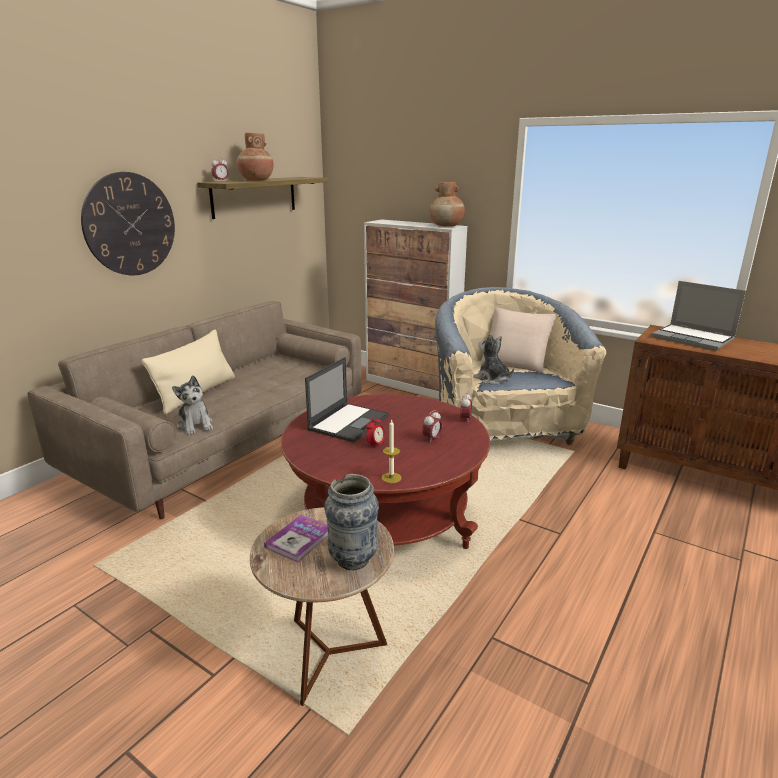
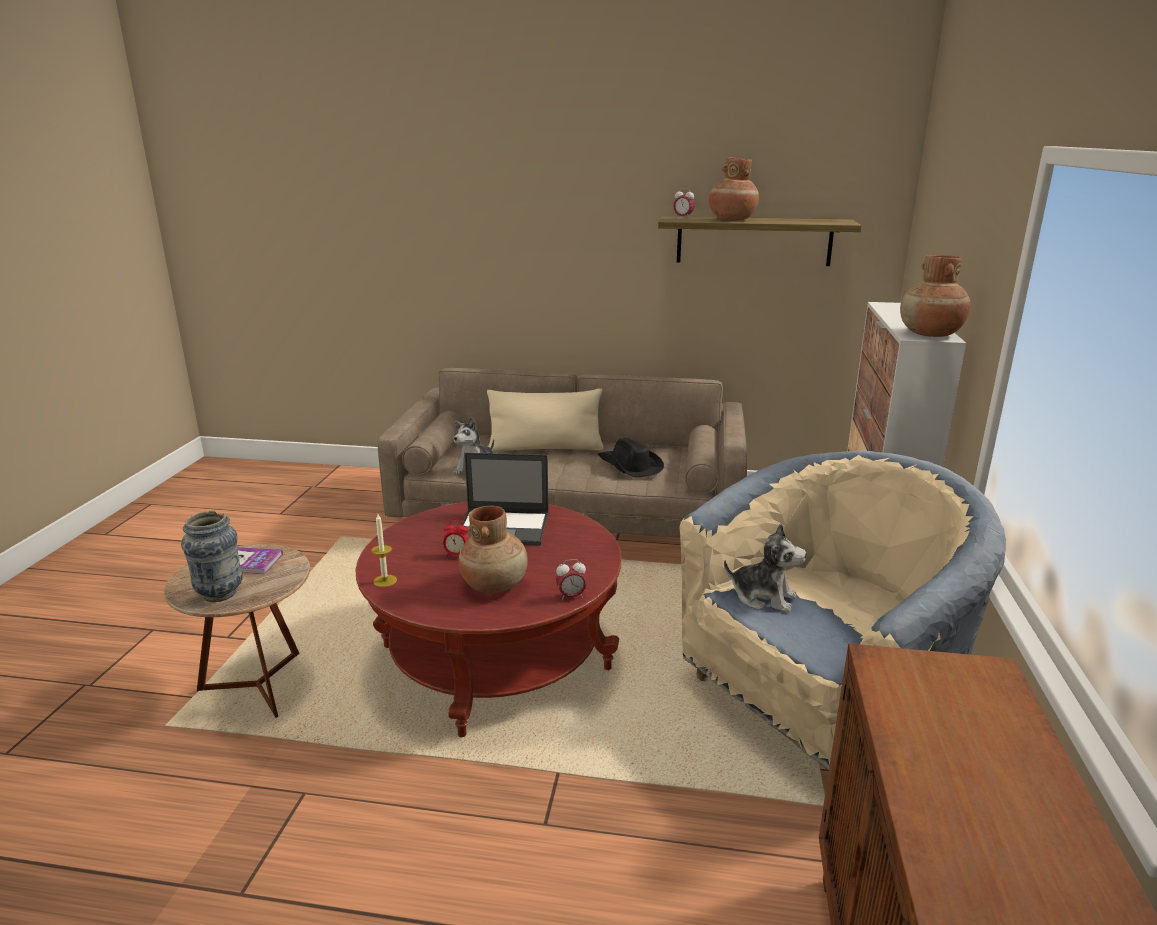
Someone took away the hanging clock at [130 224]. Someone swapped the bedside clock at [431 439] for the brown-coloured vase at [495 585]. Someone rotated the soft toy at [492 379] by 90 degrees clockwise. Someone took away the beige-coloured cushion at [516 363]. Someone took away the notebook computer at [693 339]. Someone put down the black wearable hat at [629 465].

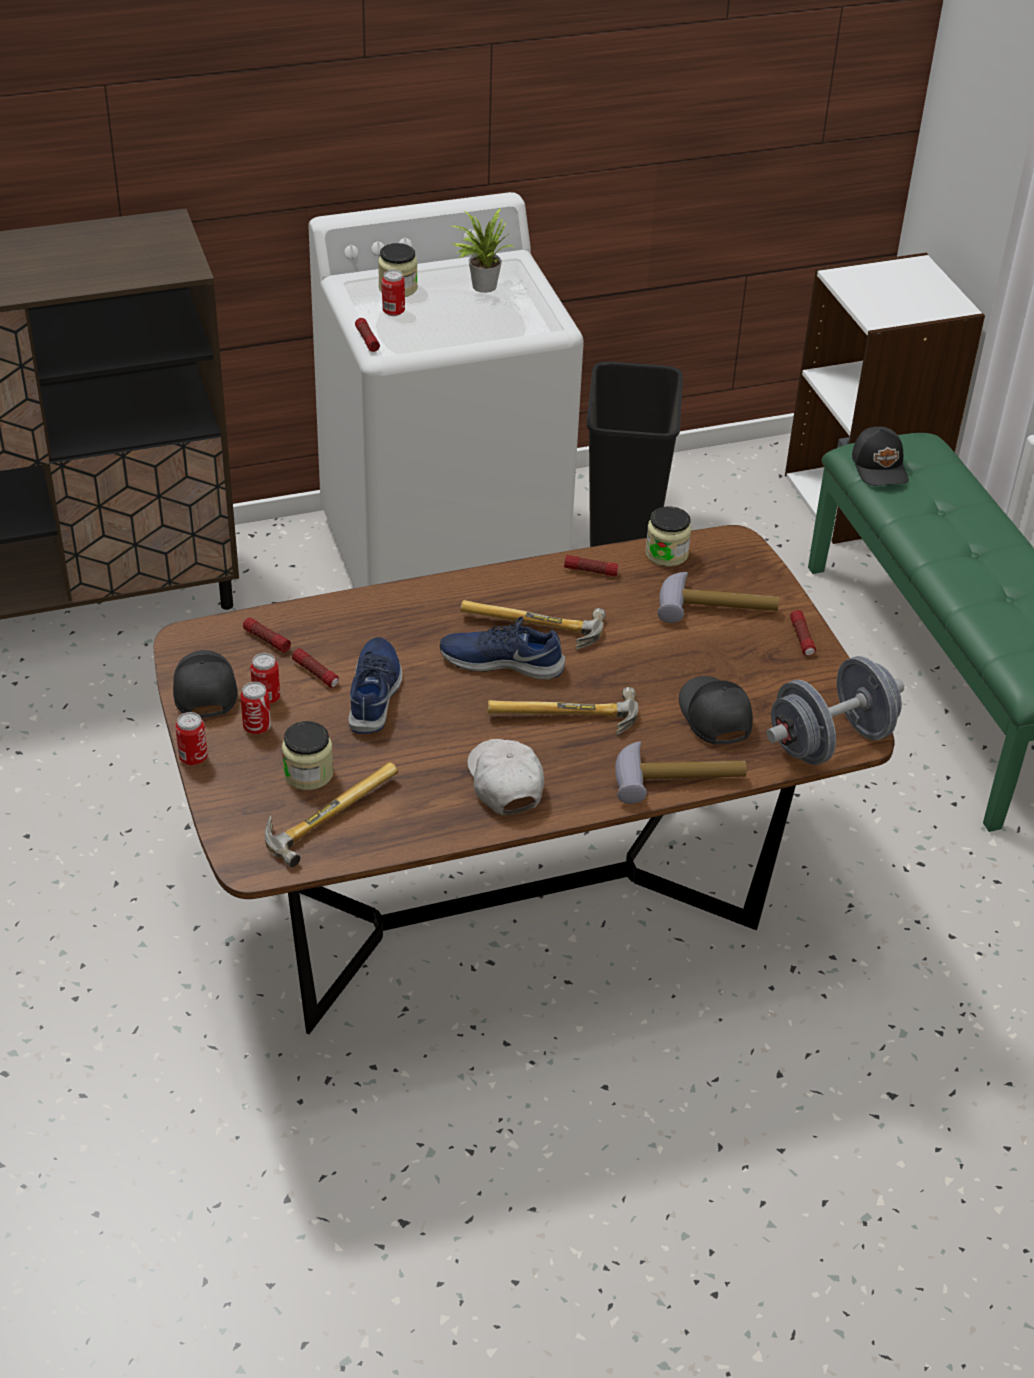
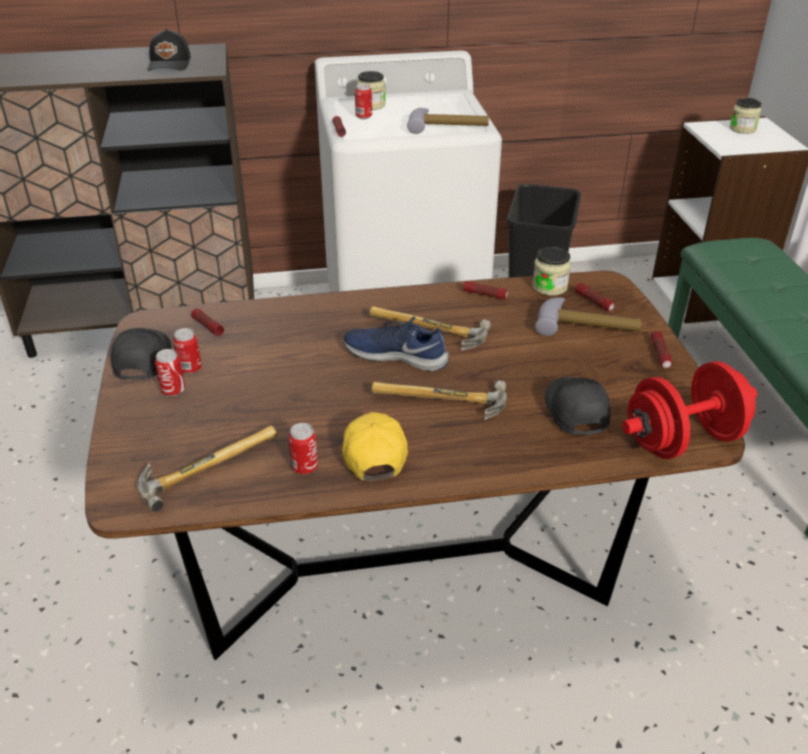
Someone carried the can from [193 758] to [305 467]. Someone carried the storage jar from [308 774] to [742 129]. Someone carried the torch from [316 673] to [594 302]. Someone took away the blue shoe at [375 693]. Someone took away the potted plant at [481 285]. Someone repainted the white-coloured baseball cap at [504 782], which became the yellow-coloured baseball cap at [373 452]. Someone carried the hammer from [678 777] to [448 126]. Someone repainted the greyish hand weight at [830 741], which became the reddish hand weight at [682 440]. Someone carried the black baseball cap from [880 467] to [170 64].

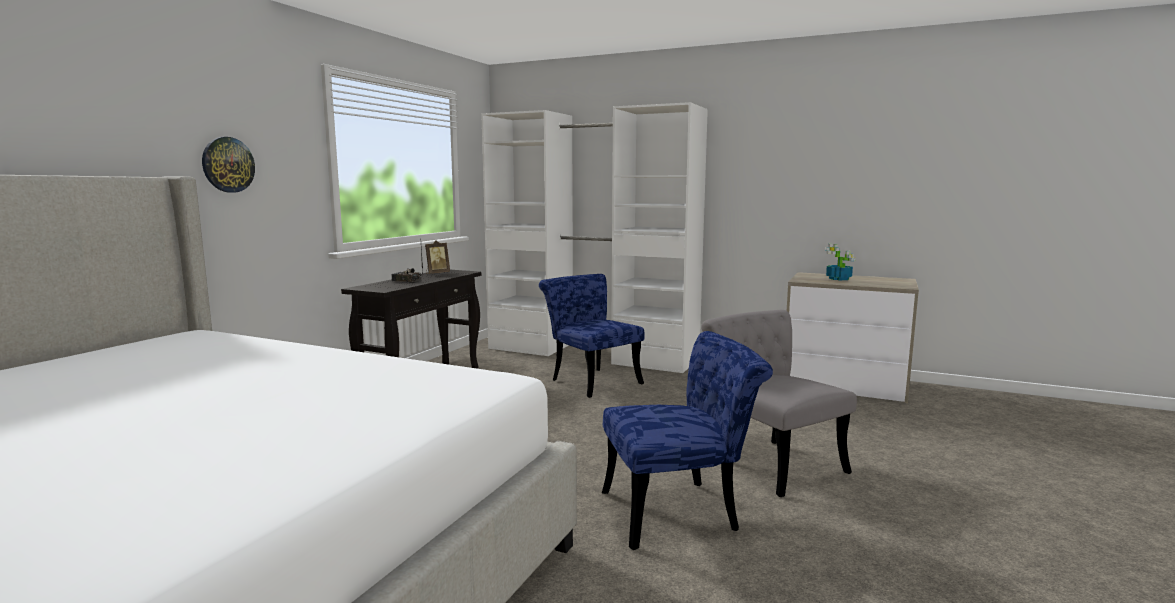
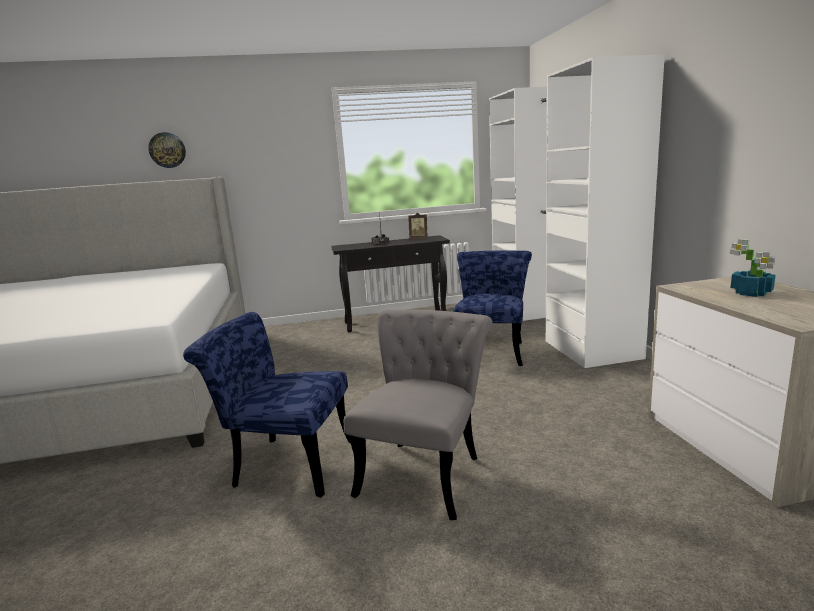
Someone carried the hanging clock from [228 164] to [167 150]. Someone rotated the blue chair at [680 511] by 150 degrees clockwise.

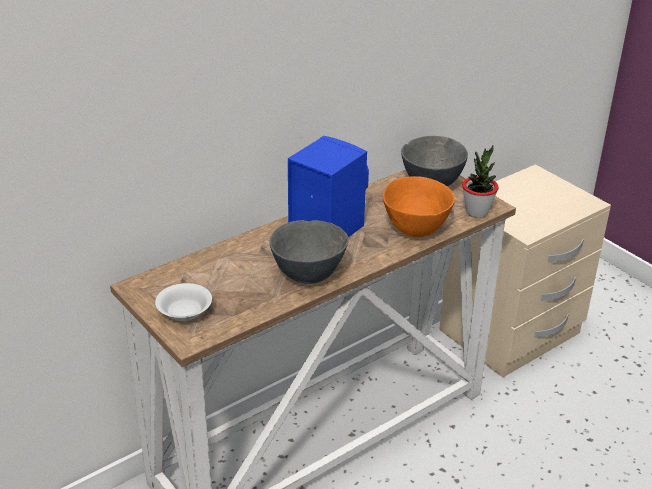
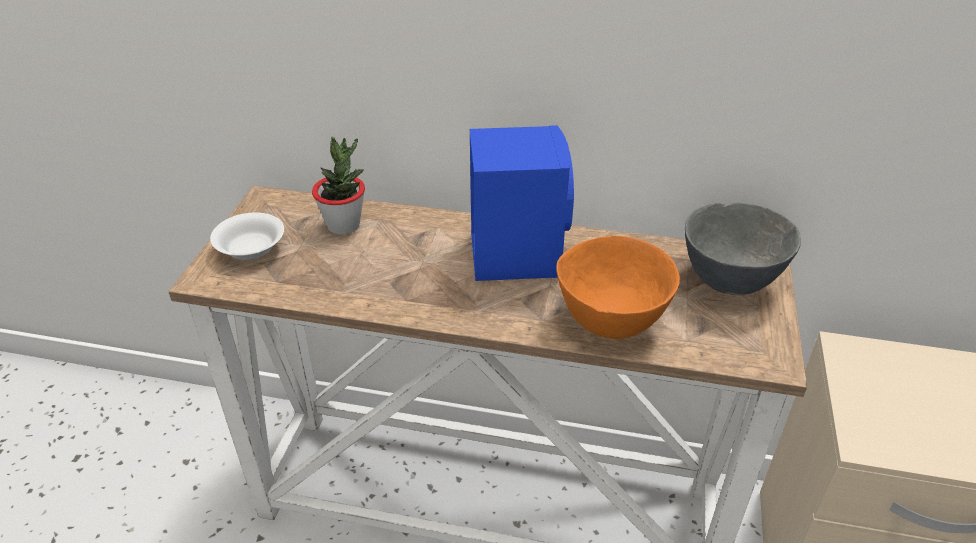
Someone took away the greyish bowl at [307 276]. Someone carried the potted plant from [477 211] to [344 225].

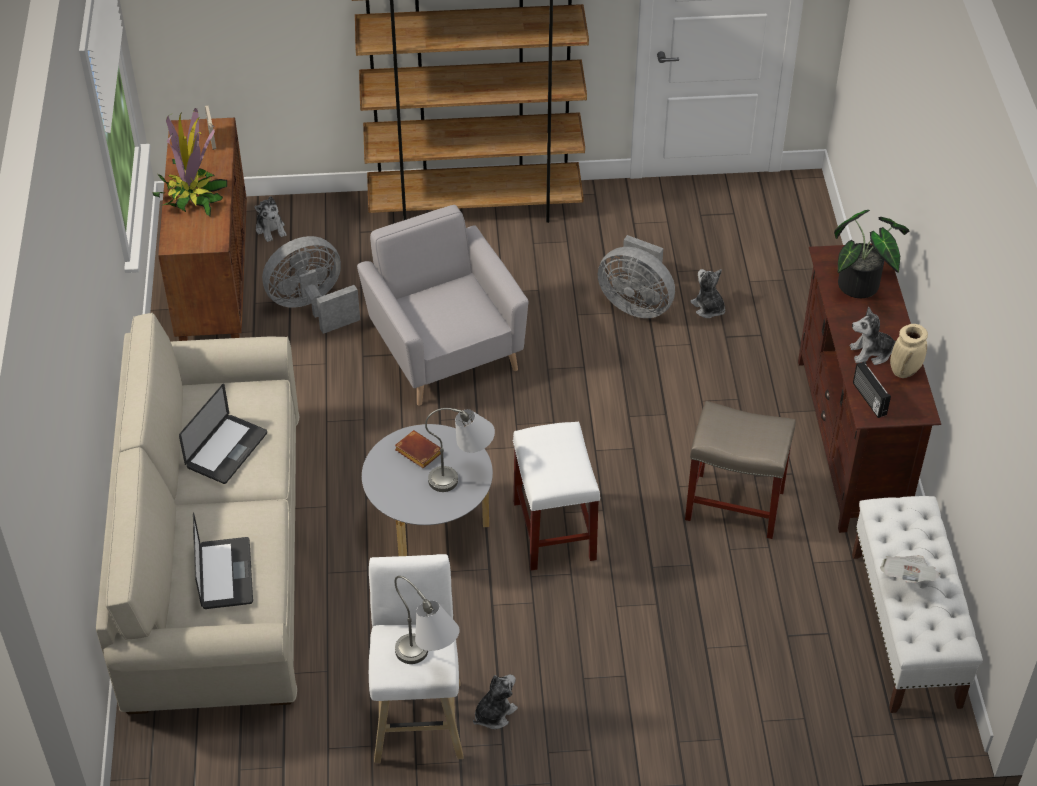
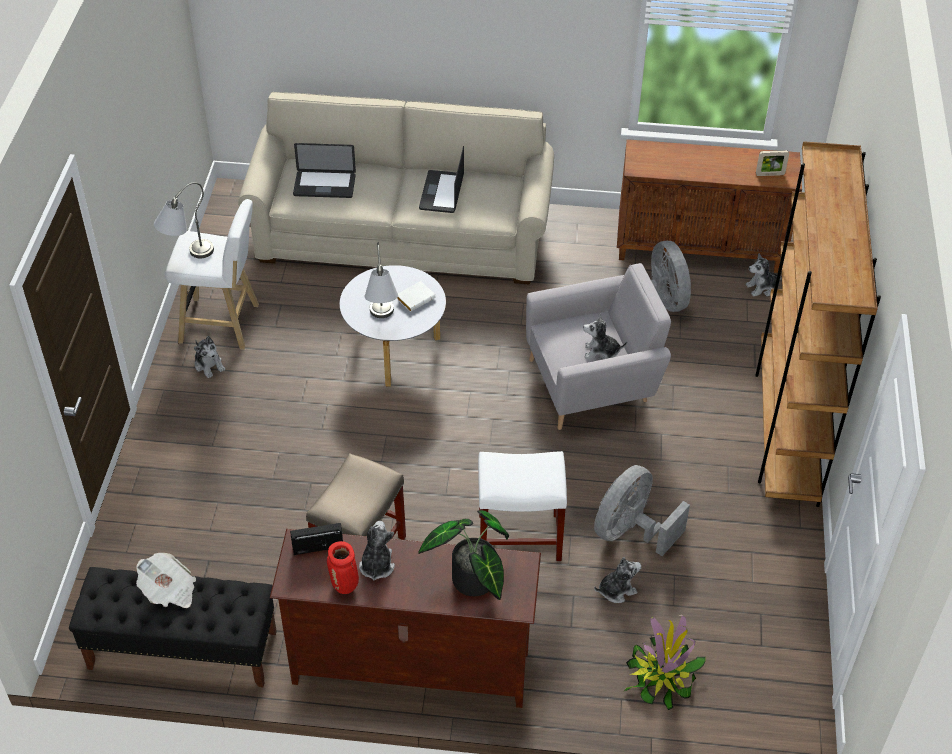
Someone carried the potted plant from [191 195] to [661 678]. Someone rotated the notebook computer at [227 450] by 60 degrees clockwise. Someone repainted the brown-coloured book at [417 452], which became the white-coloured book at [416 298]. Someone carried the white-coloured sitting stool from [555 531] to [518 537]. Someone repainted the white-coloured long seat at [905 629], which became the black long seat at [182 650]. Someone repainted the beige-coloured vase at [904 370], which became the reddish vase at [345 586]. Someone put down the soft toy at [601 352].

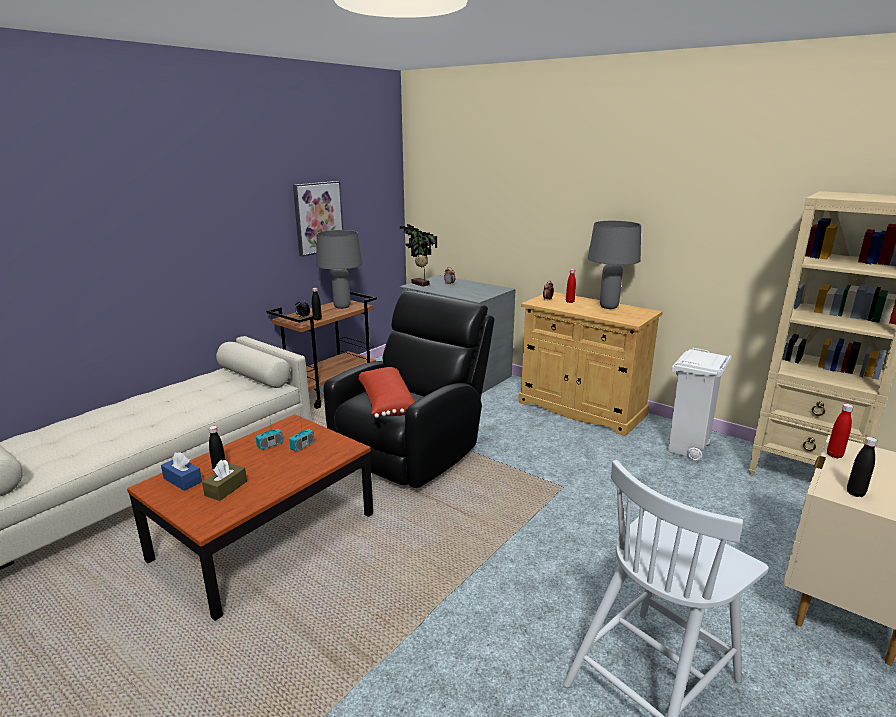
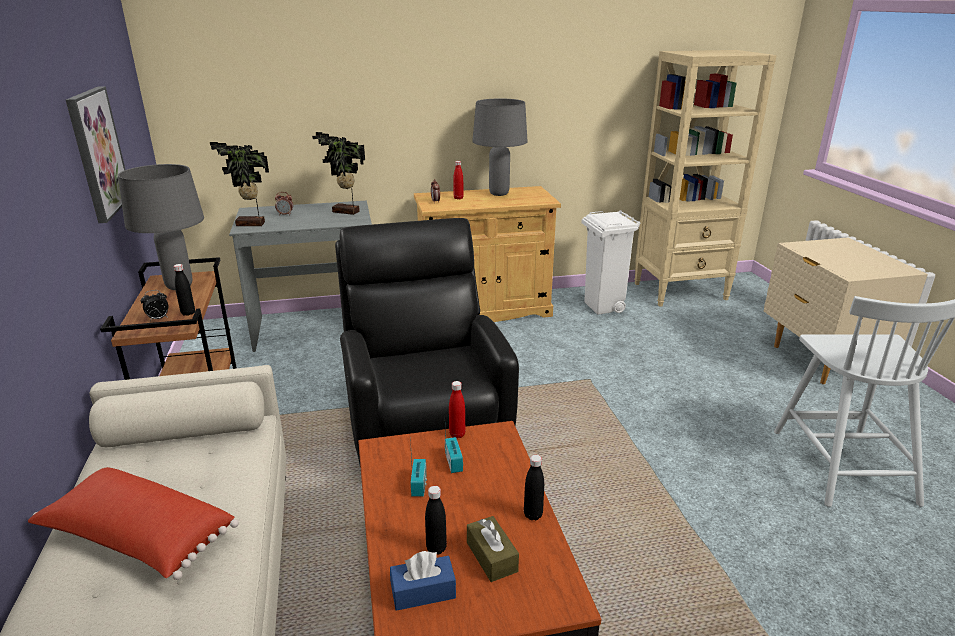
Someone carried the reddish cushion from [385 403] to [138 539]. Someone carried the reddish beverage bottle from [834 455] to [457 434]. Someone carried the black beverage bottle from [855 493] to [533 515]. Someone put down the potted plant at [345 212].

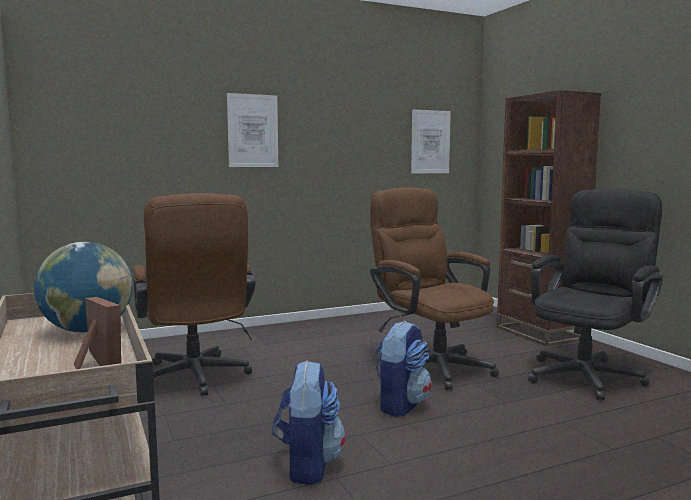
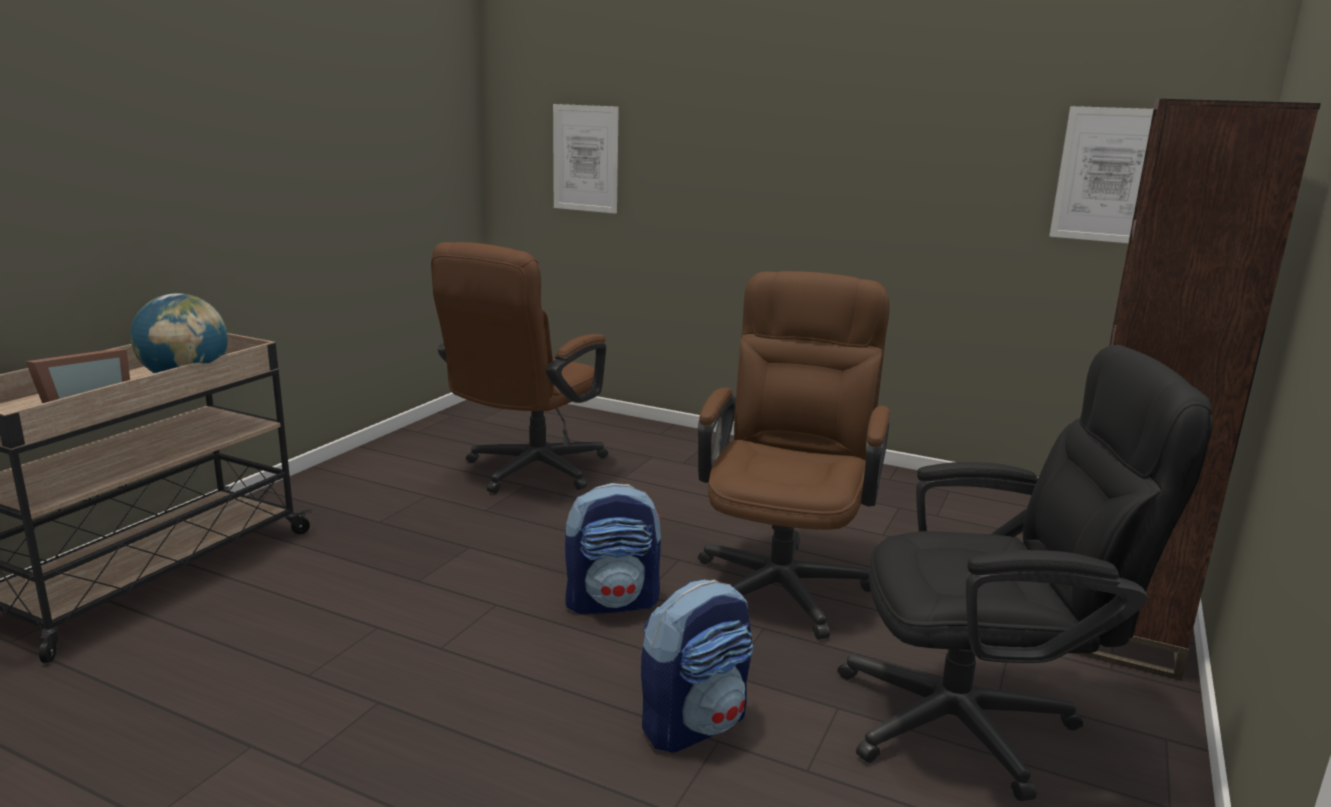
Someone carried the picture from [253 131] to [585 158]. Someone carried the rucksack from [307 465] to [694 723].

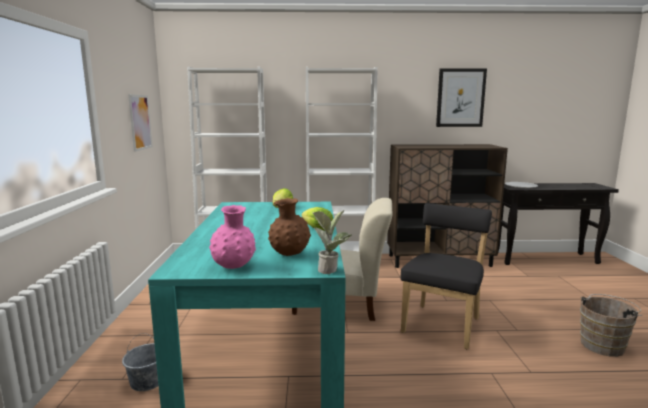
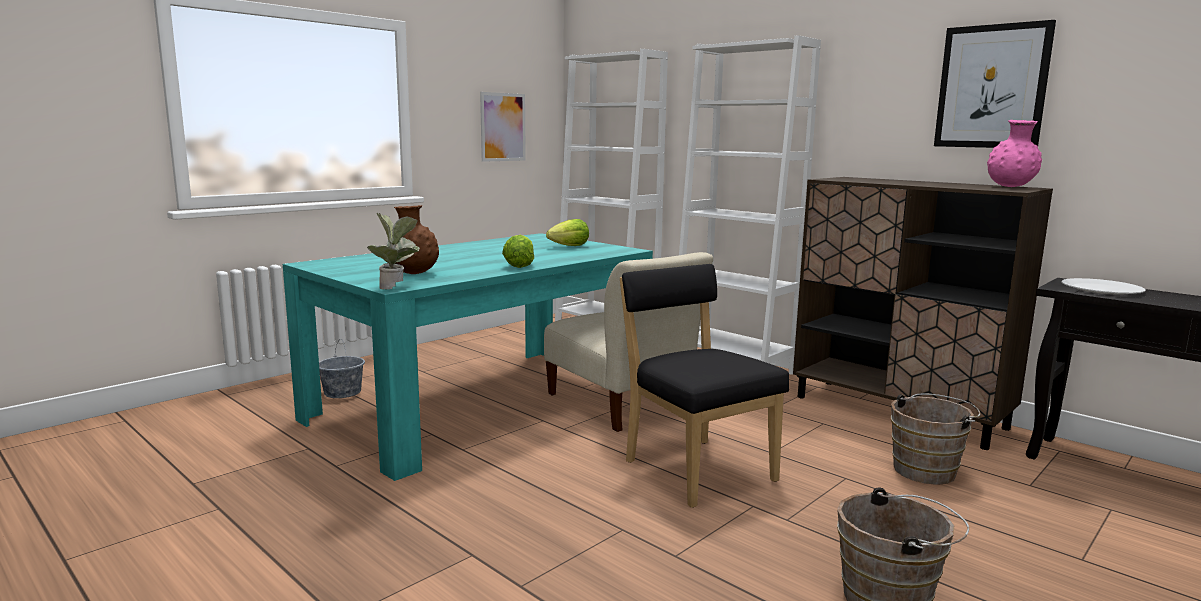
Someone carried the pinkish vase from [234 267] to [1010 187]. Someone rotated the black chair at [443 323] by 105 degrees counterclockwise. Someone put down the brown-coloured water bucket at [928 470].

